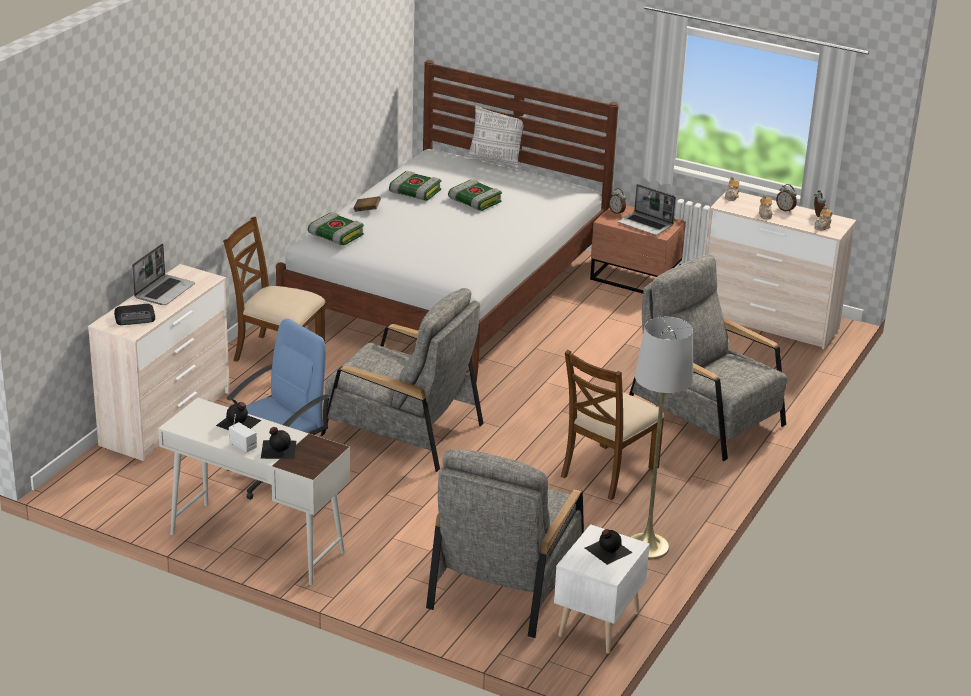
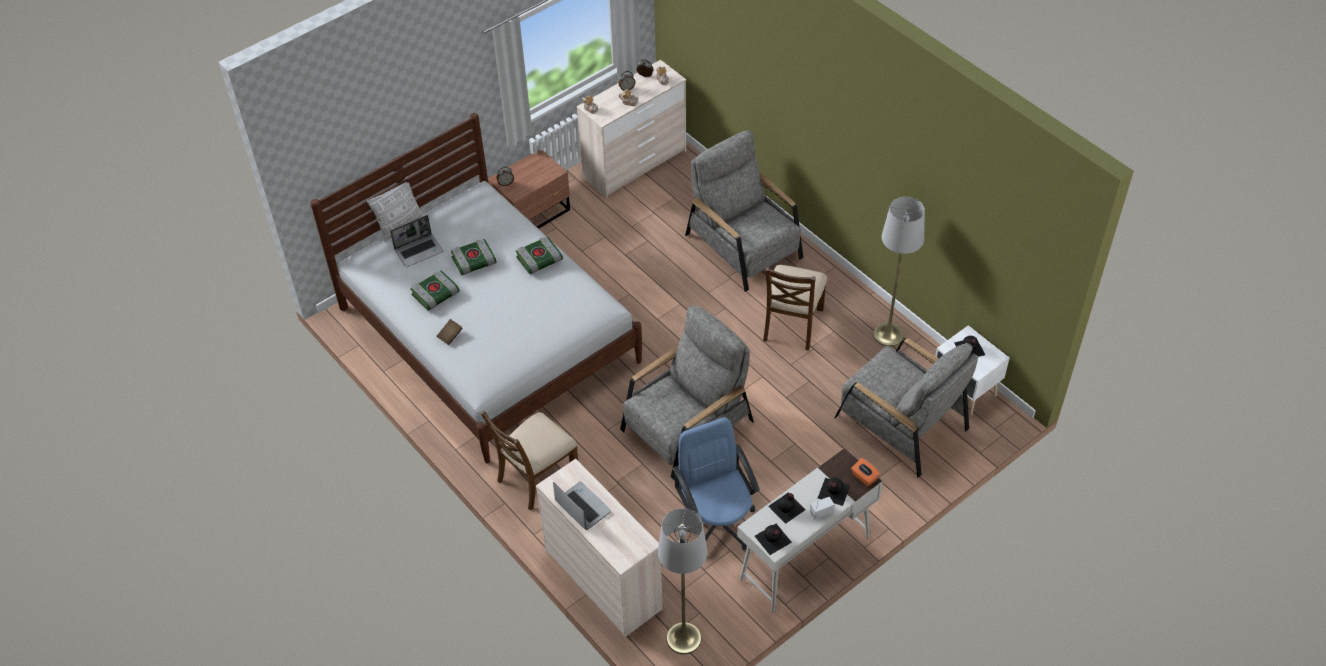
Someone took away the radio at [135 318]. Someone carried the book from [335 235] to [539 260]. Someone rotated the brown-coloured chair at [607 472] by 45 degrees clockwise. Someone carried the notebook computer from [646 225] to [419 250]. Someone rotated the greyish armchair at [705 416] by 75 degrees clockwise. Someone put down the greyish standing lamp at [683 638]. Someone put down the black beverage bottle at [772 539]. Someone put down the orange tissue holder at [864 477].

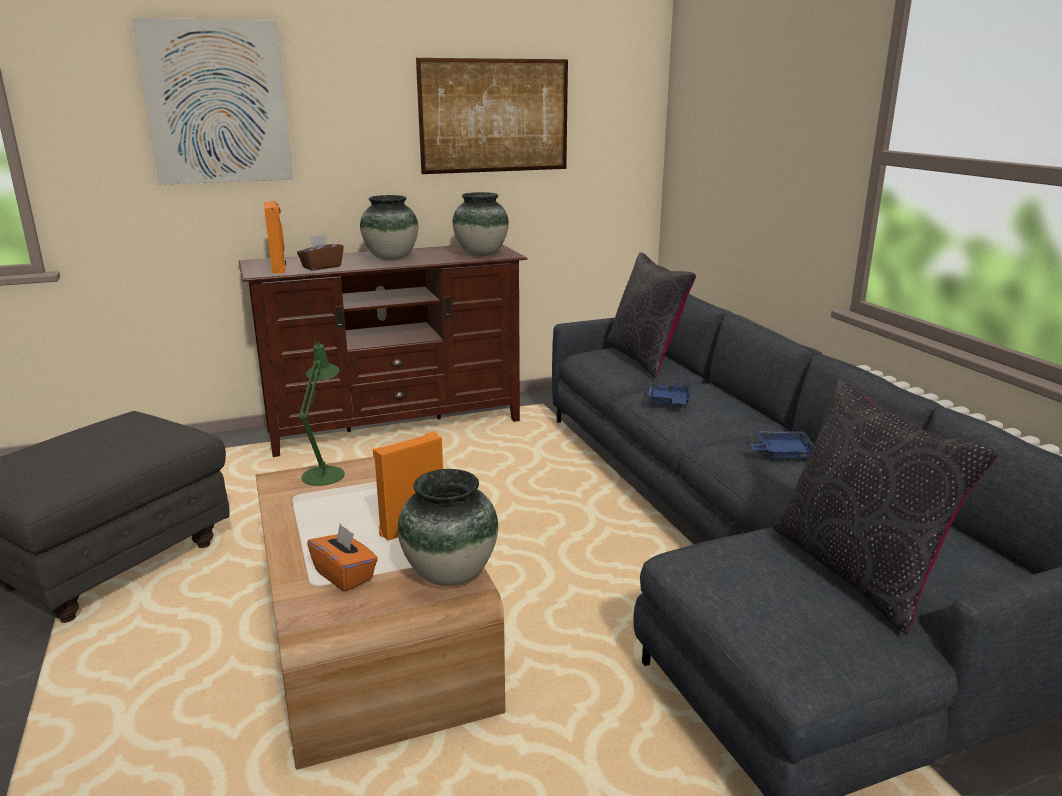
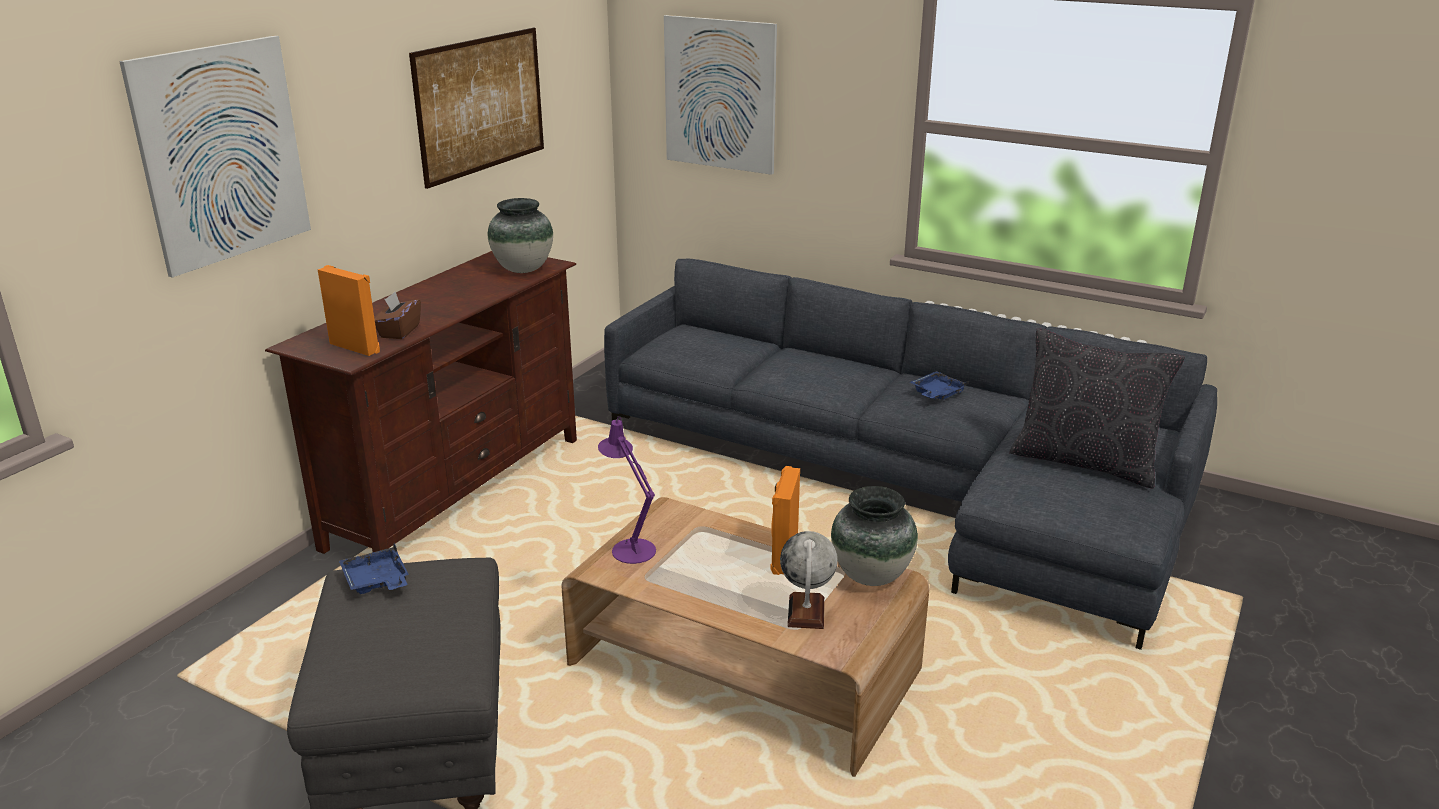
Someone repainted the greenish tabletop lamp at [325 472], which became the purplish tabletop lamp at [630 547]. Someone swapped the orange tissue holder at [345 575] for the desk globe at [806 612]. Someone took away the vase at [391 258]. Someone took away the black cushion at [644 358]. Someone carried the blue tray from [669 401] to [376 581]. Someone put up the picture at [720 94].

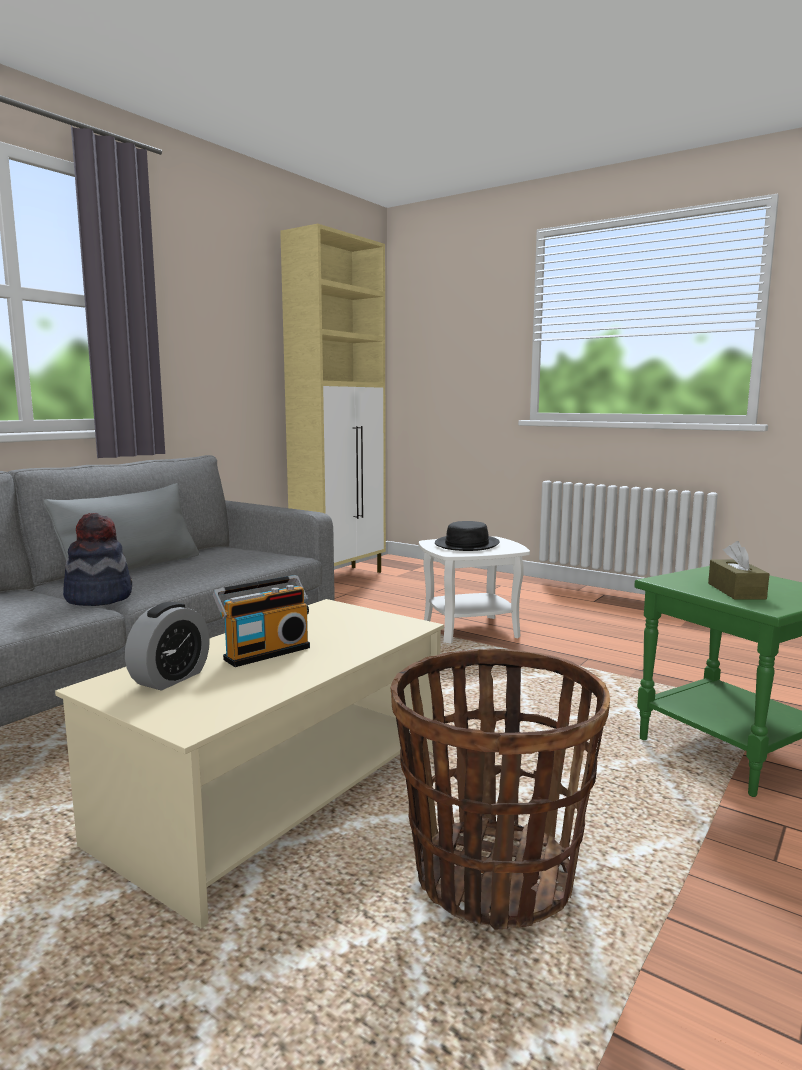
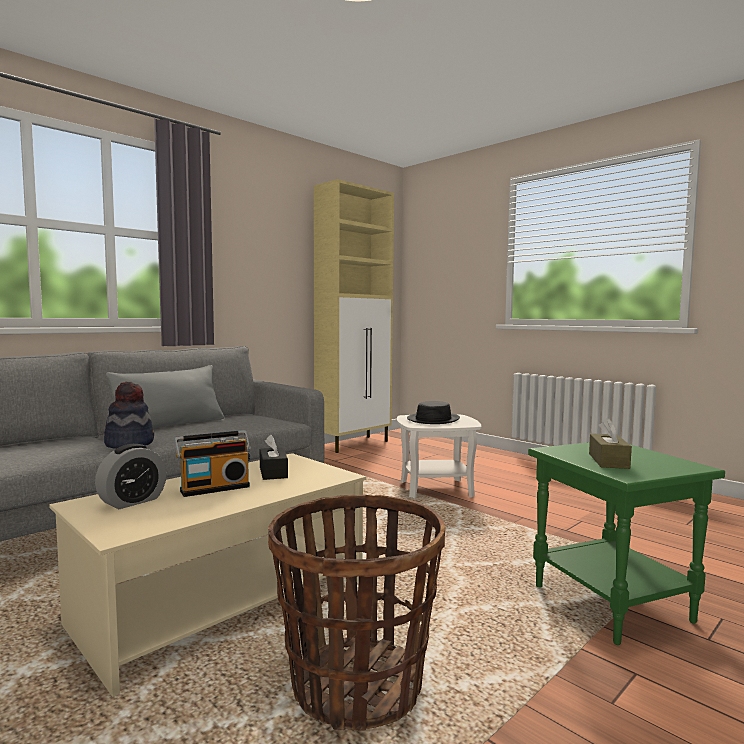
Someone put down the black tissue holder at [273 472].

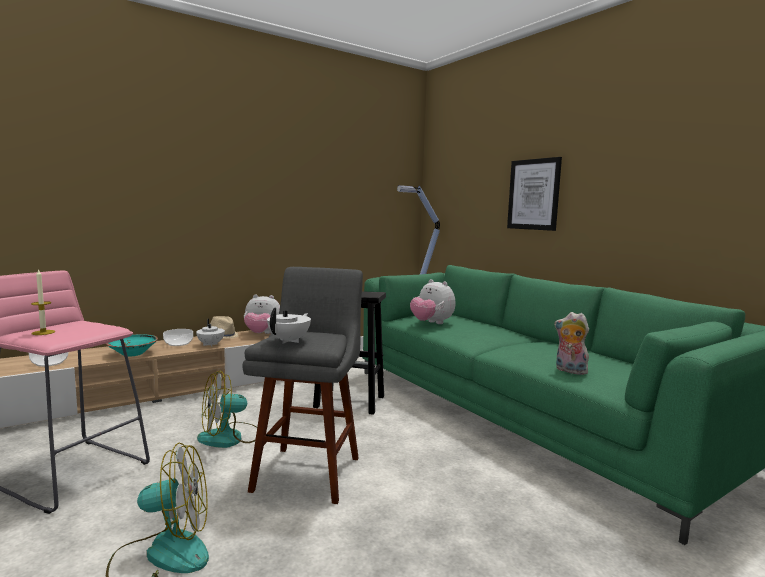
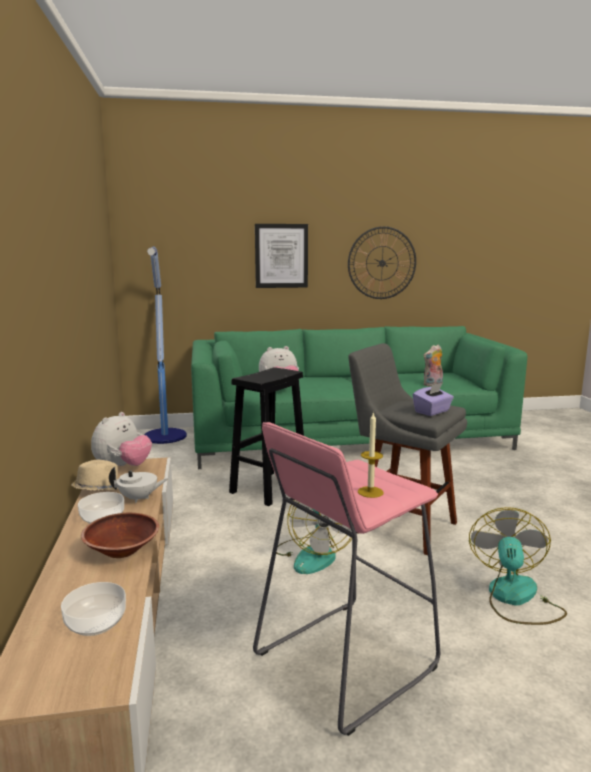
Someone repainted the turquoise bowl at [133 354], which became the brown-coloured bowl at [122 550]. Someone swapped the white-coloured tea pot at [290 341] for the purplish tissue holder at [432 411]. Someone put up the hanging clock at [382 263].

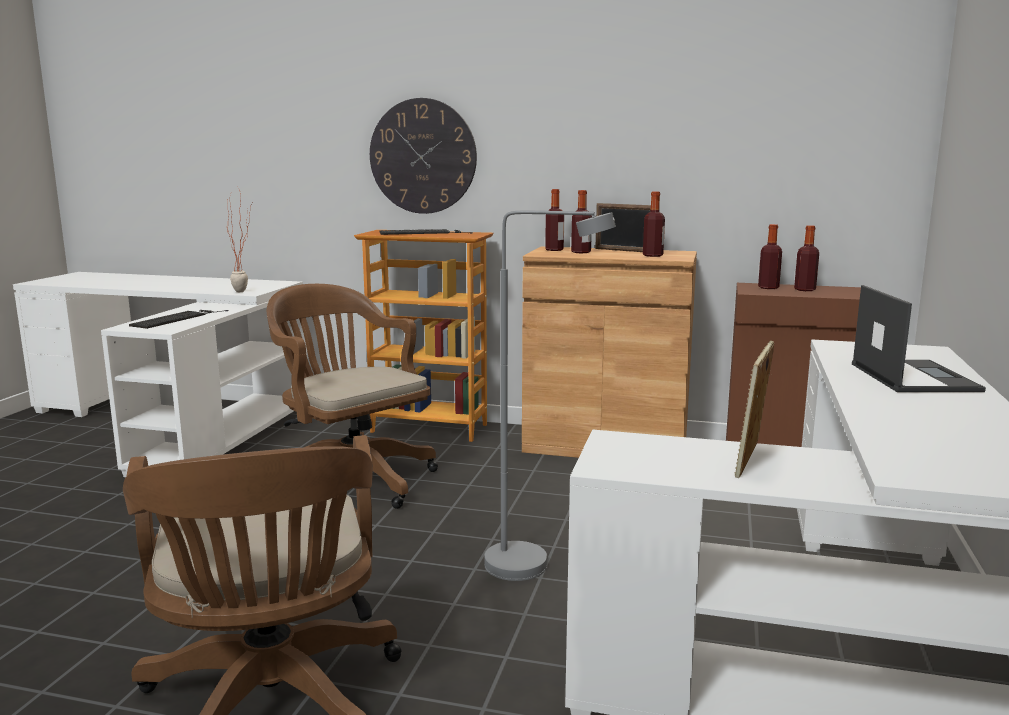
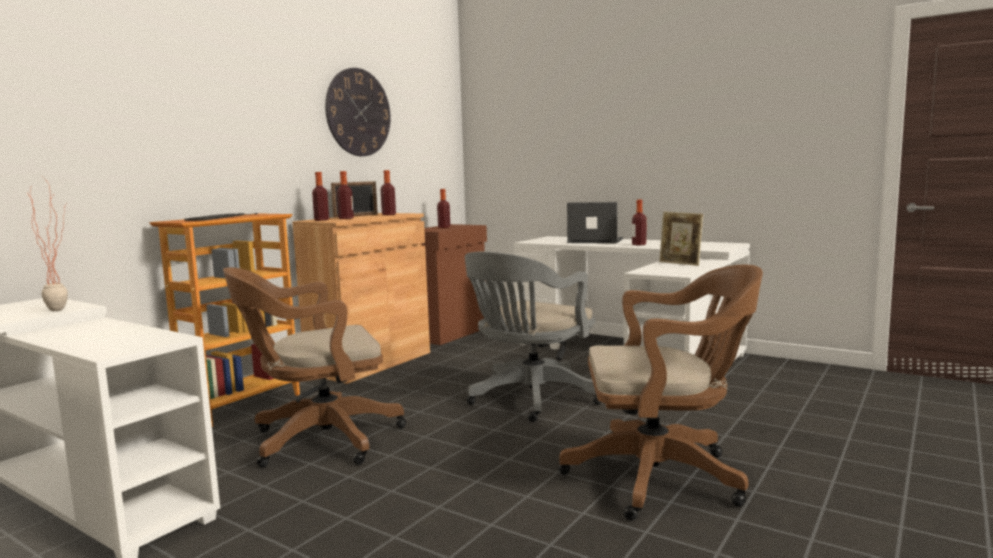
Someone took away the keyboard at [177 319]. Someone carried the hanging clock from [423 156] to [358 112]. Someone swapped the greyish standing lamp at [534 566] for the greyish desk chair at [530 399]. Someone carried the beverage bottle from [768 287] to [639 244].

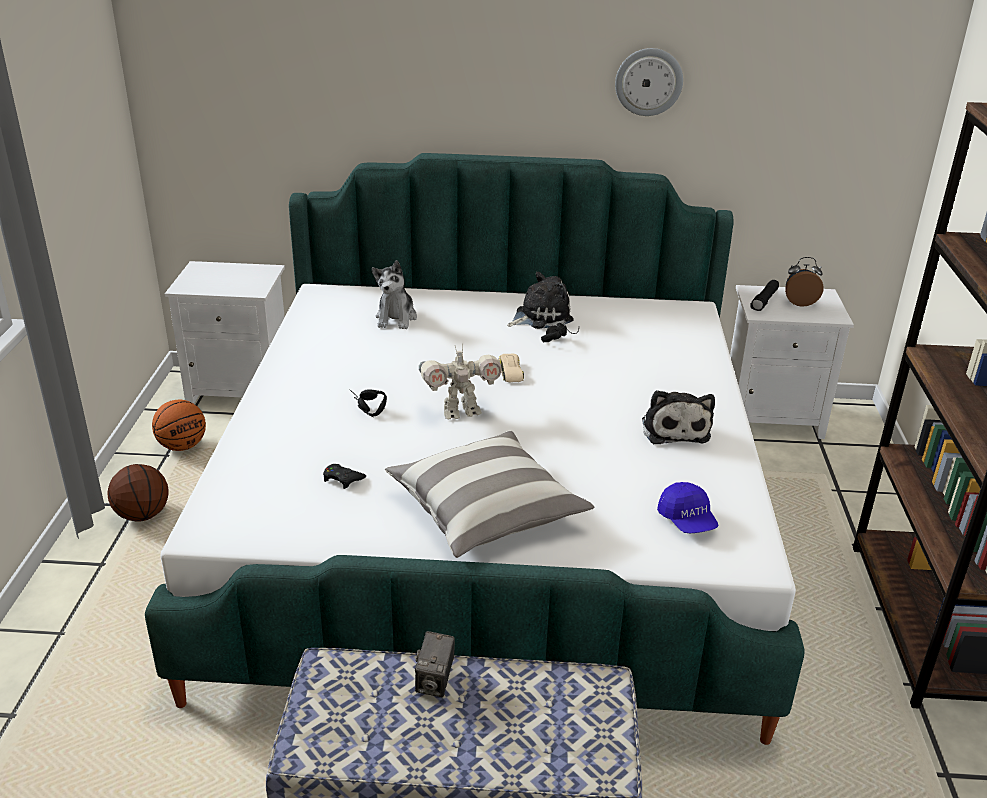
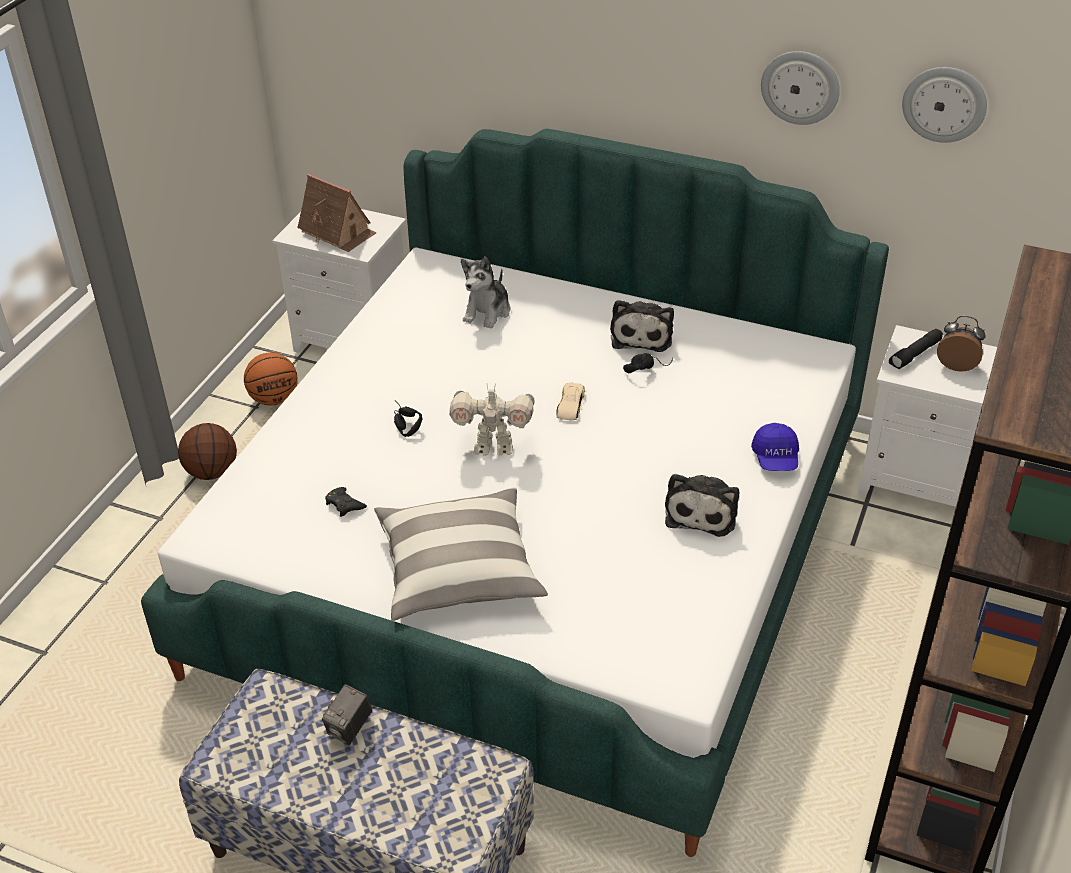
Someone rotated the soft toy at [540 316] by 105 degrees clockwise. Someone carried the blue baseball cap from [687 521] to [775 458]. Someone put down the model house at [337 232]. Someone put up the hanging clock at [944 103].

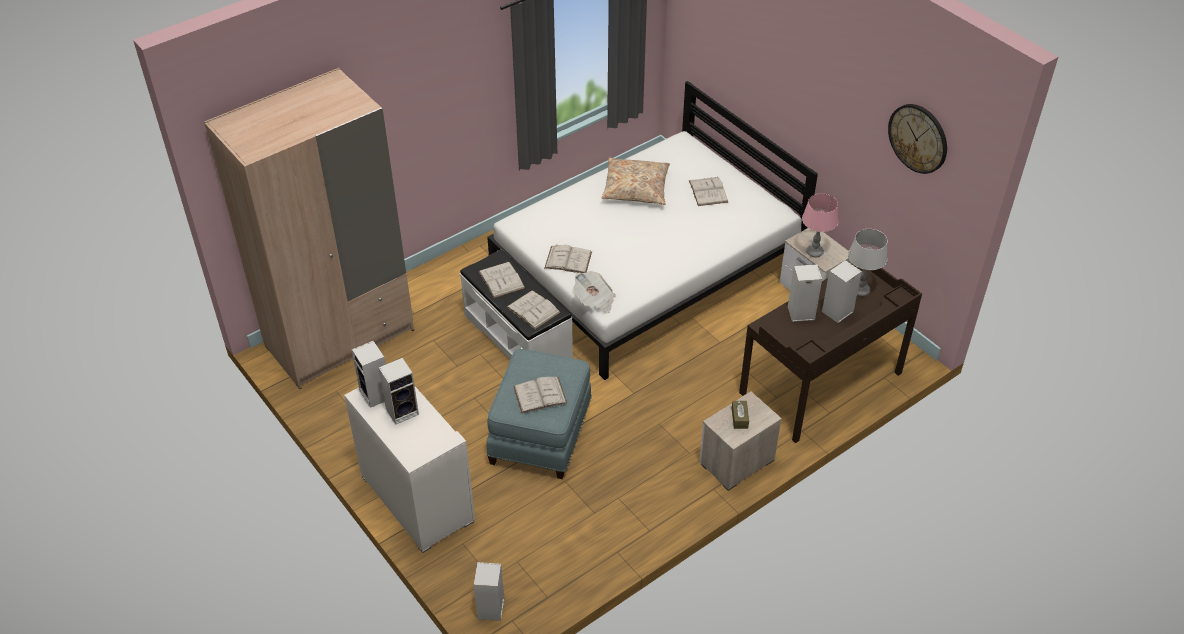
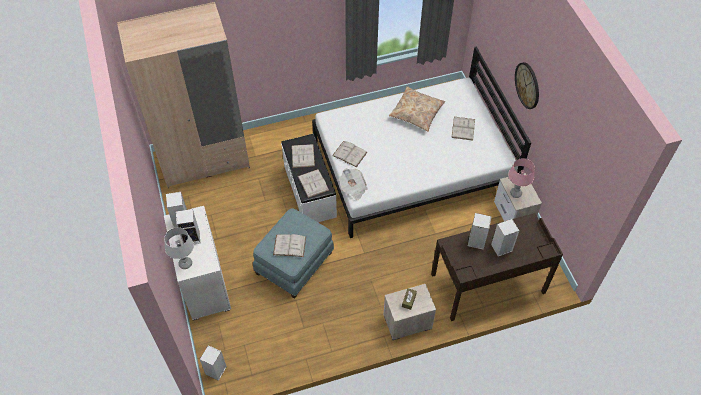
Someone carried the greyish tabletop lamp from [860 290] to [185 263]. Someone carried the hanging clock from [918 138] to [527 85].

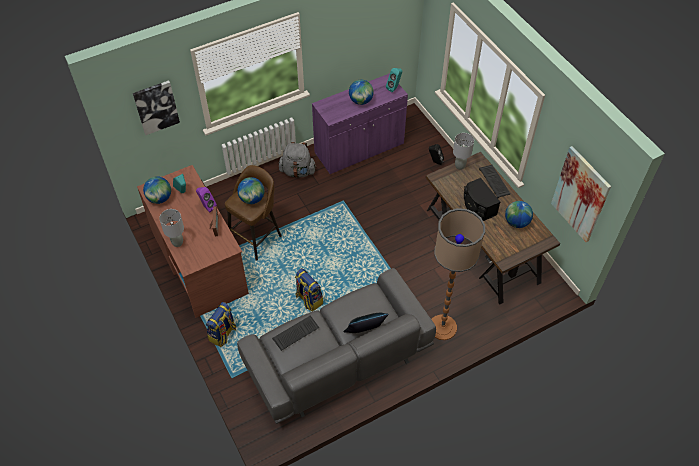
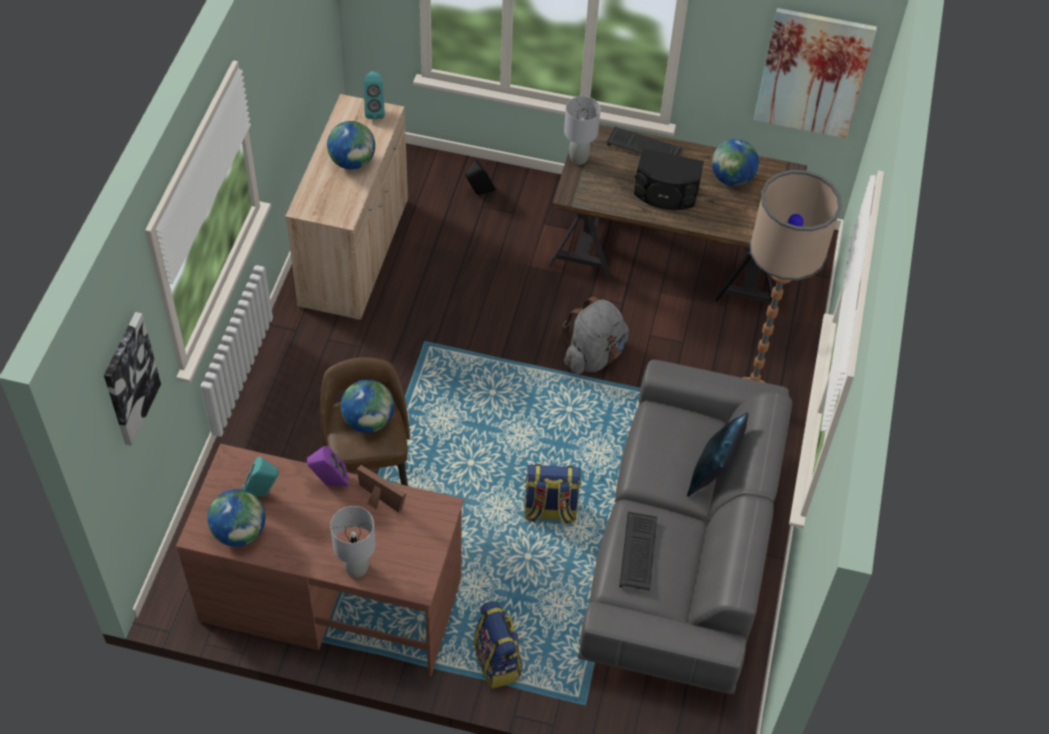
Someone carried the greyish rucksack from [298 171] to [594 356]. Someone repainted the purplish storage cabinet at [359 149], which became the beige-coloured storage cabinet at [354 253].

